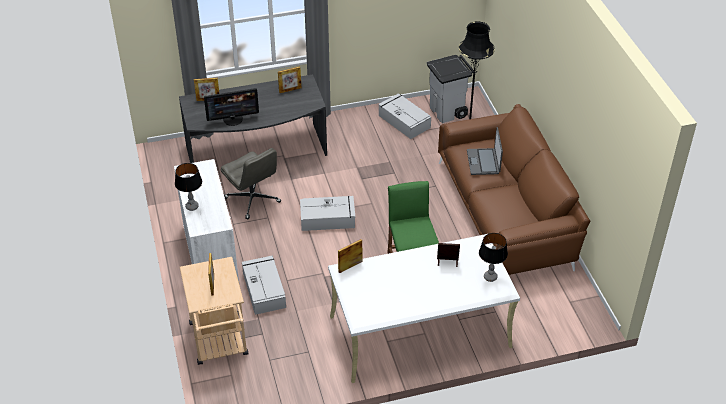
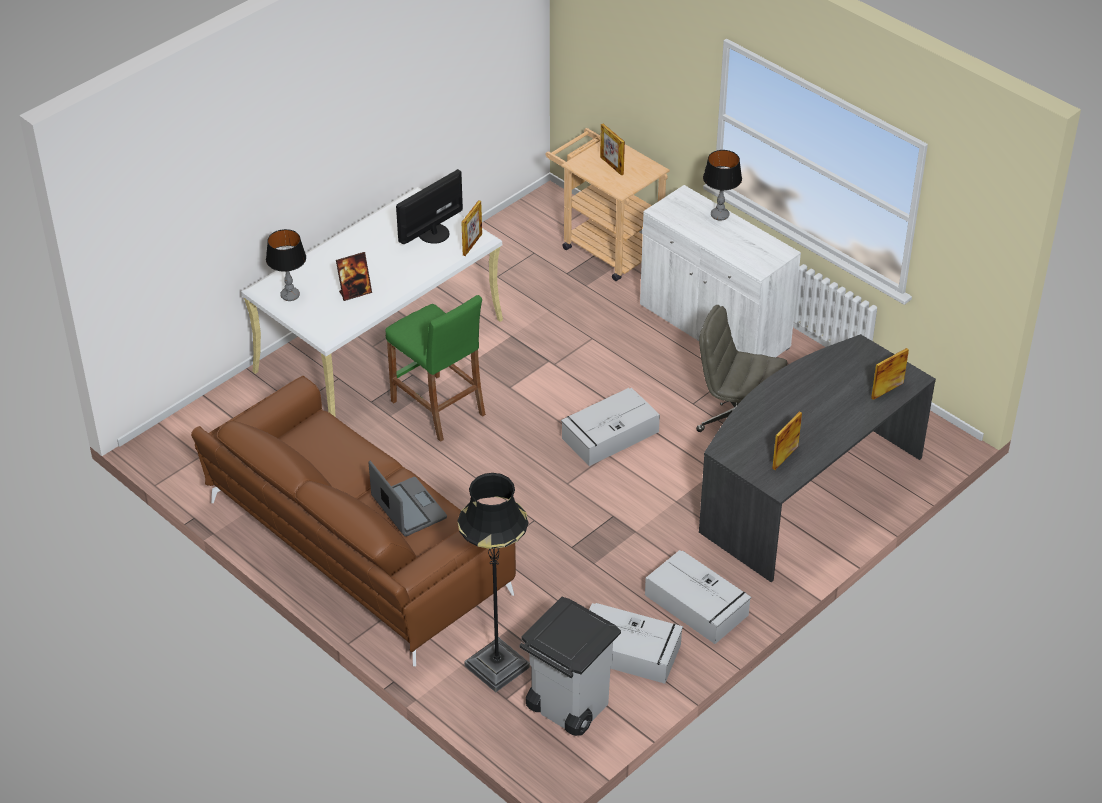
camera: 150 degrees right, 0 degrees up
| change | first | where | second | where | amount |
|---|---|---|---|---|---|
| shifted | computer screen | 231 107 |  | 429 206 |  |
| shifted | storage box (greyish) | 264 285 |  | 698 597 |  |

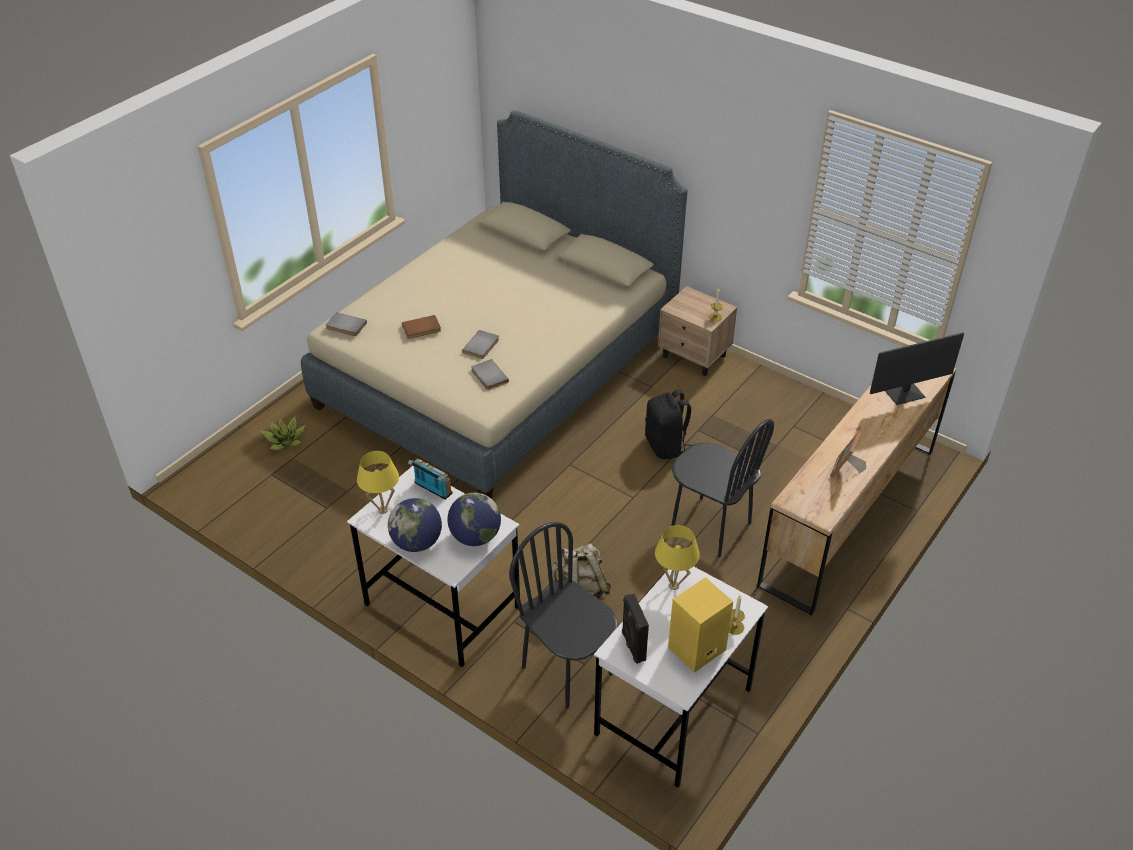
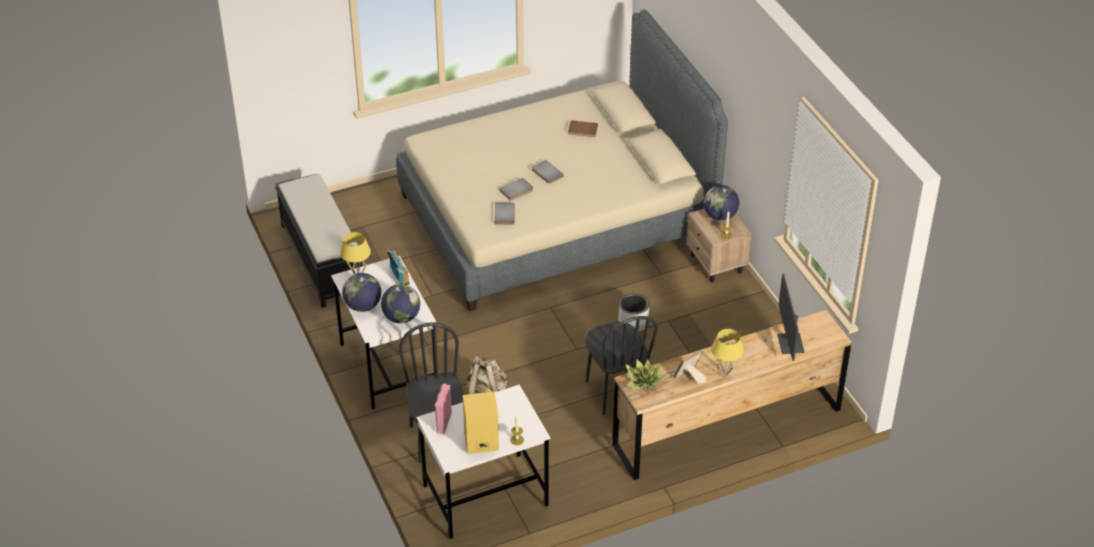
camera: 30 degrees right, 0 degrees up
| change | first | where | second | where | amount |
|---|---|---|---|---|---|
| shifted | book (greyish) | 346 324 |  | 548 172 |  |
| shifted | book (brown) | 421 327 |  | 583 129 |  |
| rotated | computer screen | 917 368 |  | 791 317 | 75 degrees clockwise |
| swapped | knapsack (black-coloured) | 668 424 | flower pot (greyish) | 633 312 |  |
| shifted | potted plant | 282 433 |  | 645 375 |  |
| shifted | lamp for a table (yellow-coloured) | 677 557 |  | 727 353 |  |
| repainted | loudspeaker (black-coloured) | 635 629 | loudspeaker (pinkish) | 443 408 |  |
| new |  |  | indoor bench (black-coloured) | 318 241 |  |
| new |  |  | globe | 721 203 |  |

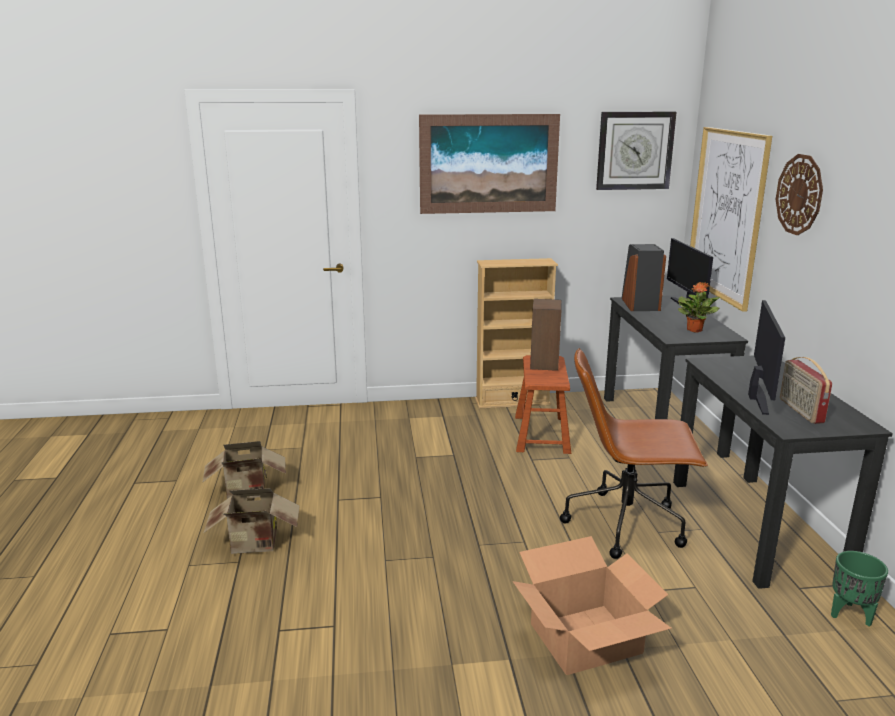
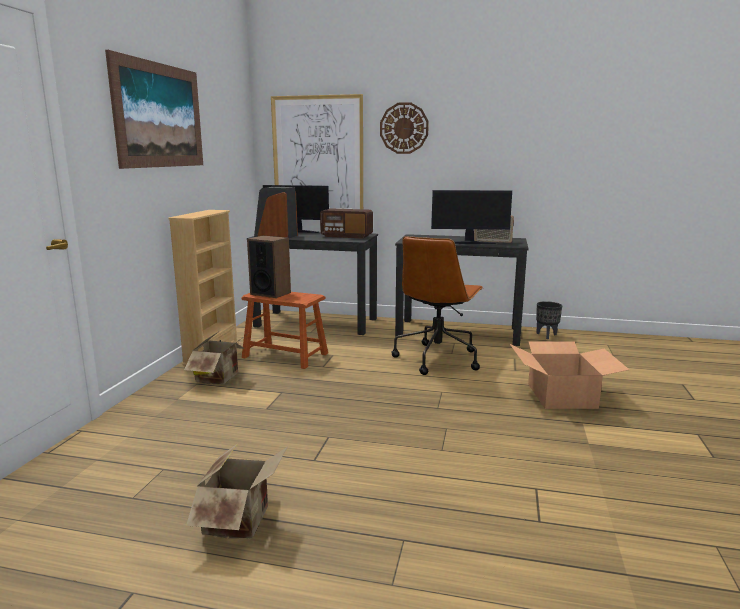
camera: 70 degrees left, 5 degrees down
| change | first | where | second | where | amount |
|---|---|---|---|---|---|
| gone | clock on the wall | 636 151 |  |  |  |
| swapped | potted plant | 699 307 | radio set | 346 223 |  |
| rotated | computer screen | 766 357 |  | 471 217 | 150 degrees clockwise |
| shifted | cardboard box | 252 521 |  | 216 358 |  |
| repainted | flower pot (green-coloured) | 859 589 | flower pot (black-coloured) | 549 320 |  |

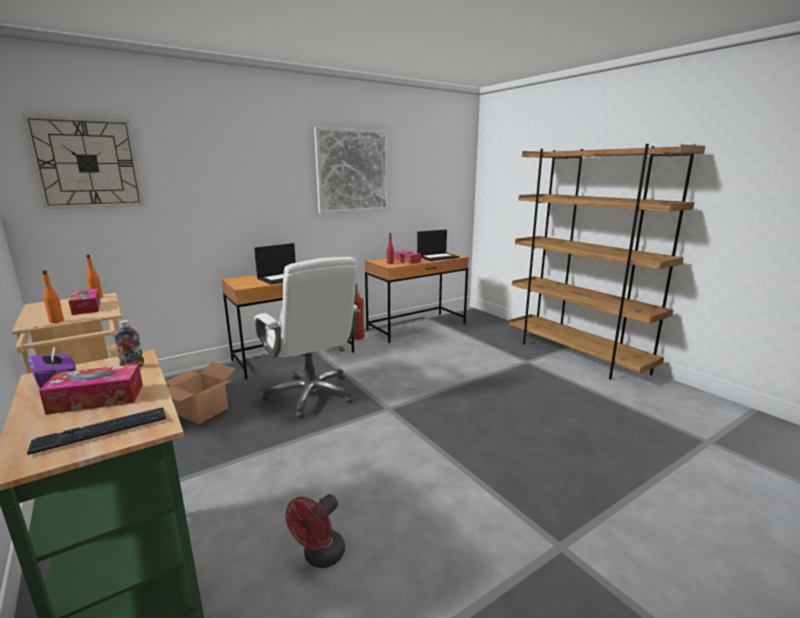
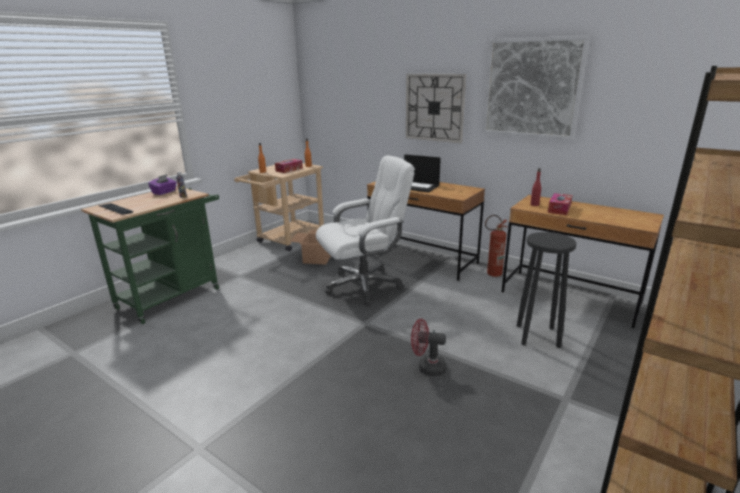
camera: 70 degrees right, 5 degrees up
| change | first | where | second | where | amount |
|---|---|---|---|---|---|
| shifted | clock on the wall | 83 161 |  | 436 108 |  |
| gone | laptop | 438 245 |  |  |  |
| rotated | office chair (white-coloured) | 307 337 |  | 365 230 | 150 degrees counterclockwise |
| gone | box of tissues | 91 389 |  |  |  |
| shifted | electric fan (red-coloured) | 315 531 |  | 428 347 |  |
| new |  |  | sitting stool (black-coloured) | 547 290 |  |

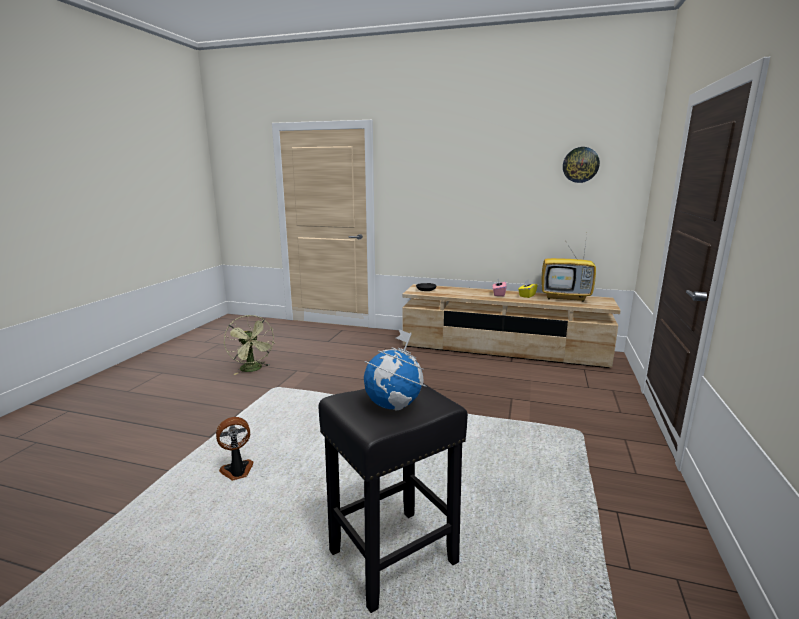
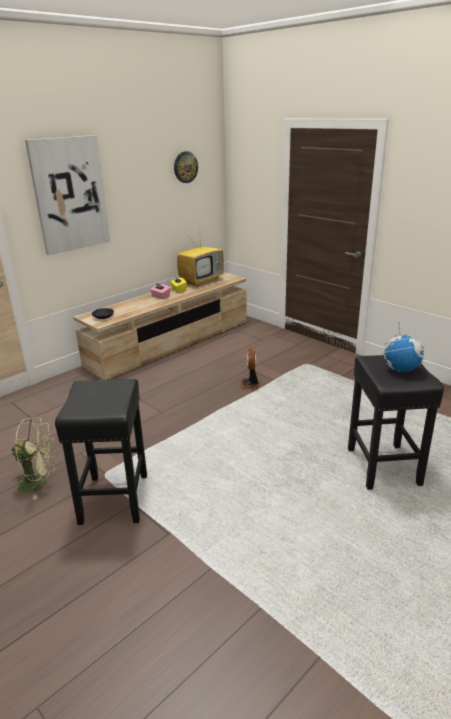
camera: 60 degrees left, 10 degrees up
| change | first | where | second | where | amount |
|---|---|---|---|---|---|
| shifted | electric fan | 234 449 |  | 250 368 |  |
| new |  |  | wall picture | 67 195 |  |
| new |  |  | sitting stool (black-coloured) | 101 452 |  |

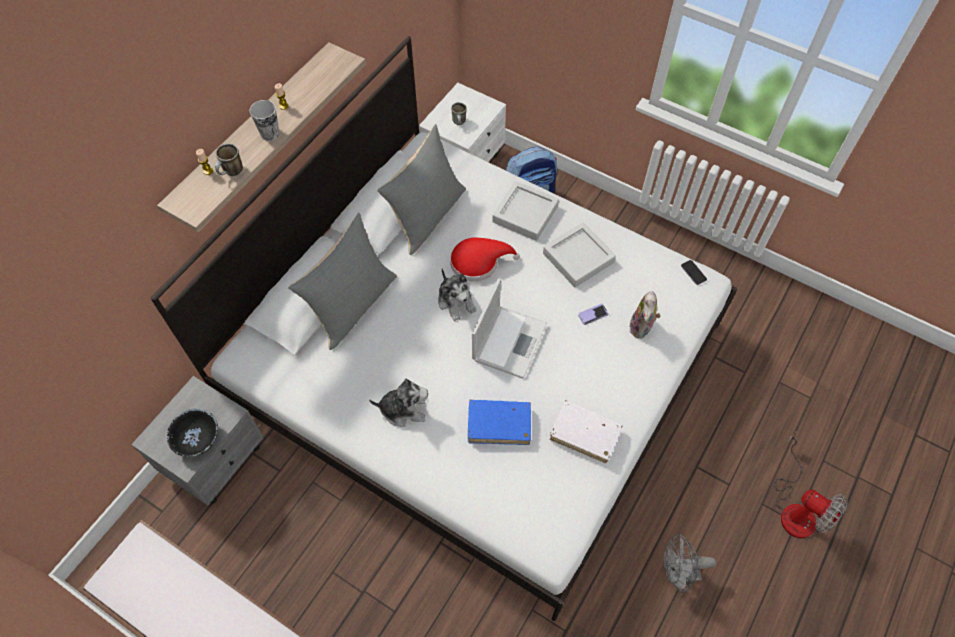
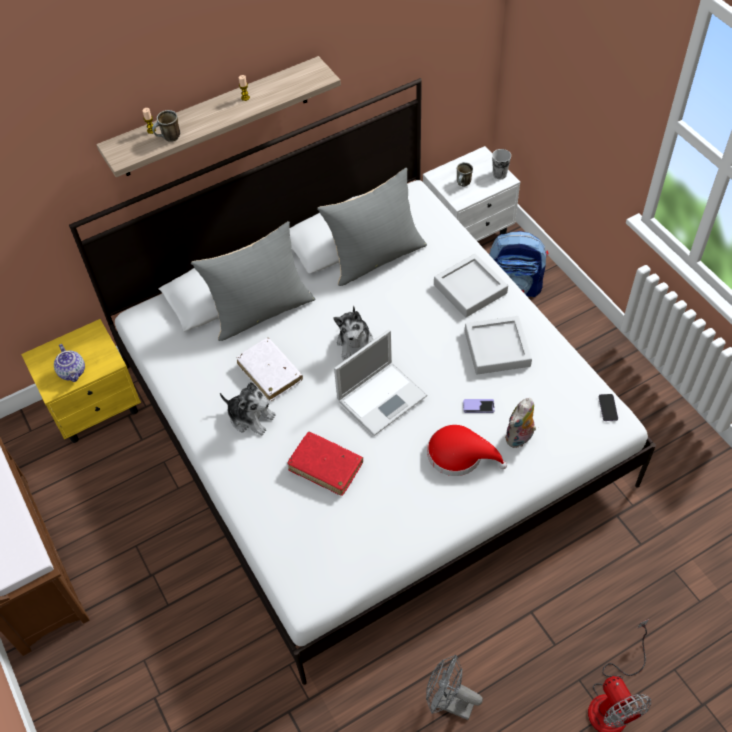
camera: 30 degrees right, 5 degrees down
| change | first | where | second | where | amount |
|---|---|---|---|---|---|
| shifted | cup | 264 120 |  | 501 164 |  |
| shifted | clothing hat (red-coloured) | 485 259 |  | 467 450 |  |
| repainted | bedside table (greyish) | 197 440 | bedside table (yellow-coloured) | 81 381 |  |
| repainted | book (bluish) | 499 422 | book (red-coloured) | 325 463 |  |
| shifted | book (white-coloured) | 586 432 |  | 270 369 |  |
| swapped | deep dish (black-coloured) | 192 433 | pot for tea | 69 363 |  |

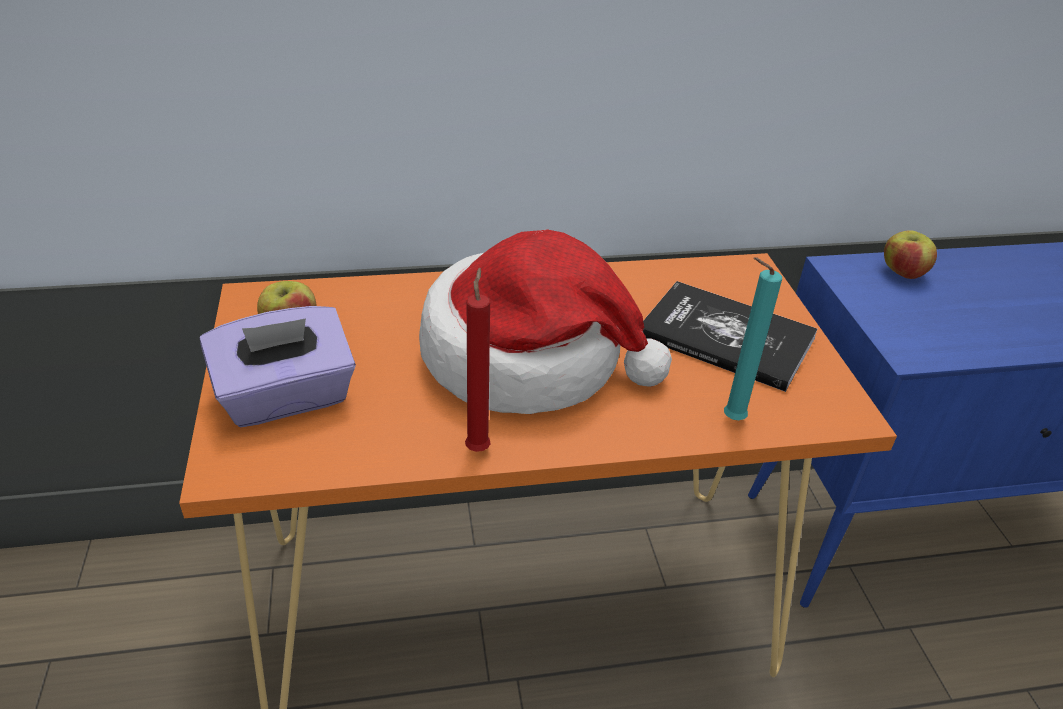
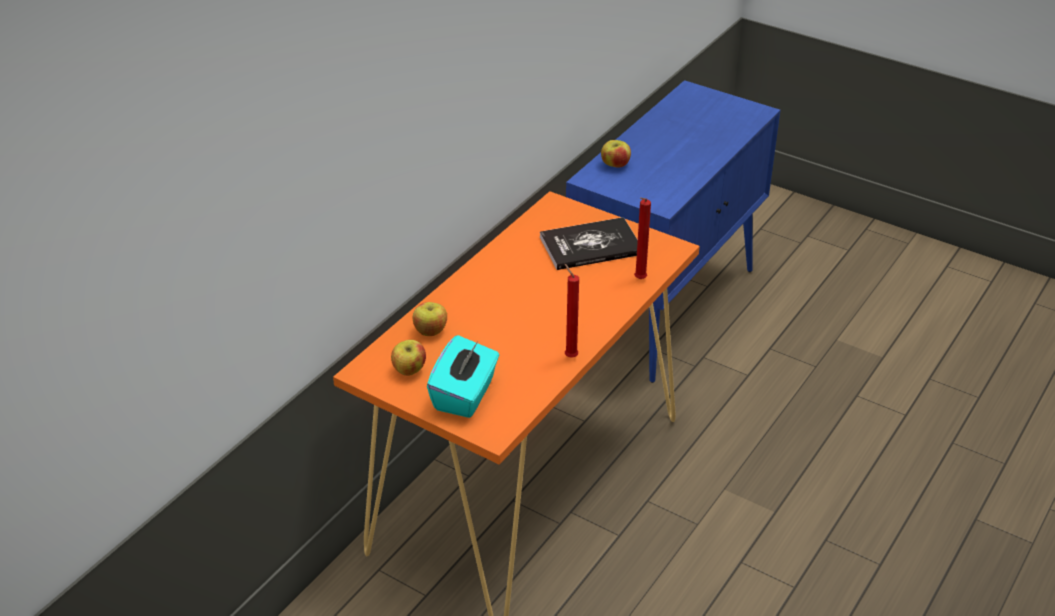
camera: 45 degrees left, 0 degrees up
| change | first | where | second | where | amount |
|---|---|---|---|---|---|
| gone | clothing hat | 545 321 |  |  |  |
| repainted | candle (blue-green) | 753 338 | candle (red-coloured) | 642 238 |  |
| repainted | box of tissues (purple) | 278 366 | box of tissues (blue-green) | 463 376 |  |
| new |  |  | apple | 429 319 |  |

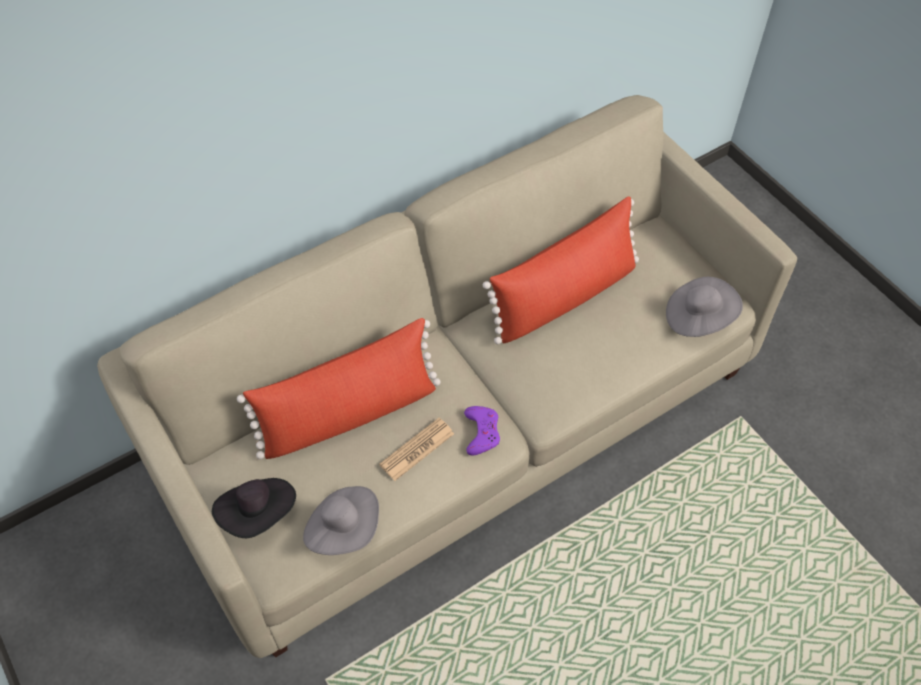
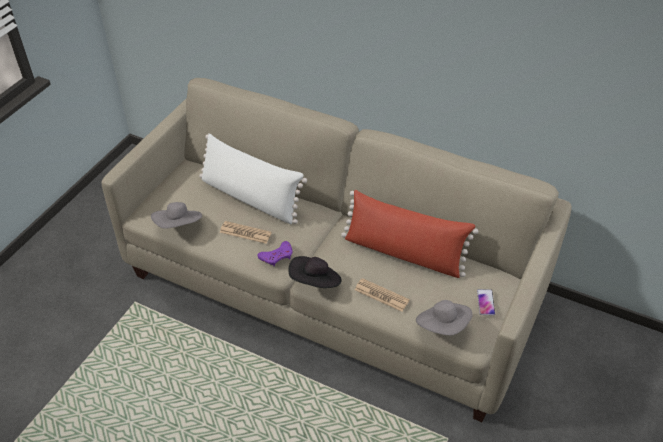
camera: 60 degrees right, 10 degrees down
| change | first | where | second | where | amount |
|---|---|---|---|---|---|
| repainted | pillow (red-coloured) | 339 388 | pillow (white-coloured) | 253 178 |  |
| shifted | clothing hat (black-coloured) | 254 508 |  | 315 272 |  |
| new |  |  | daily paper | 382 295 |  |
| new |  |  | phone | 486 302 |  |

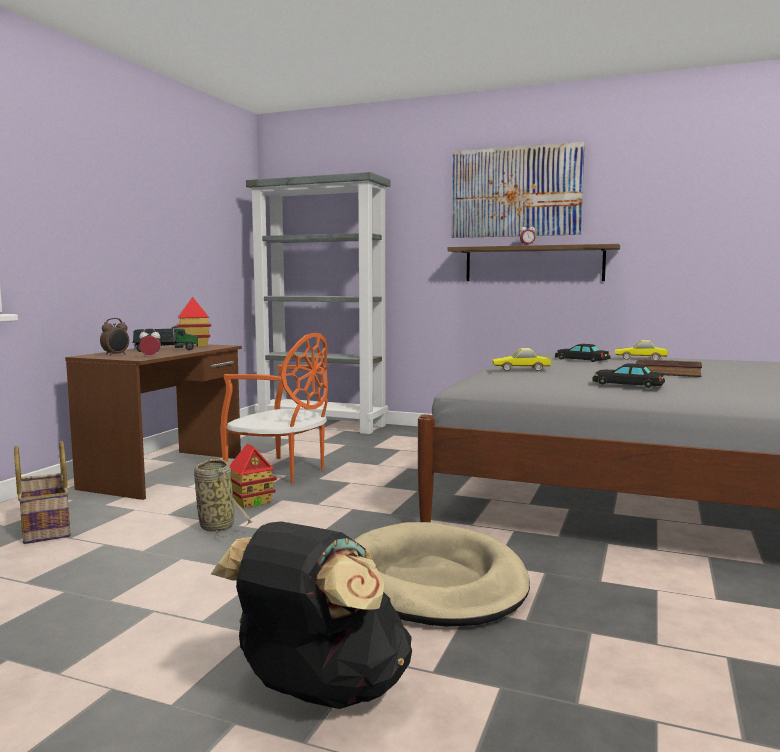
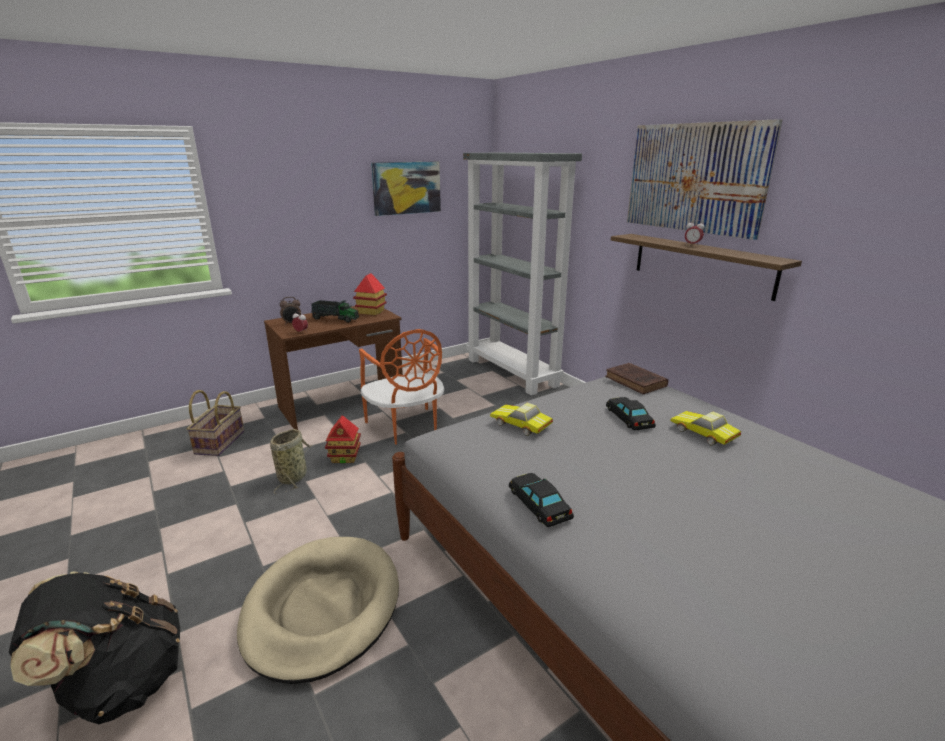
camera: 35 degrees right, 15 degrees up
| change | first | where | second | where | amount |
|---|---|---|---|---|---|
| shifted | book (brown) | 669 368 |  | 636 378 |  |
| new |  |  | wall picture | 406 189 |  |

